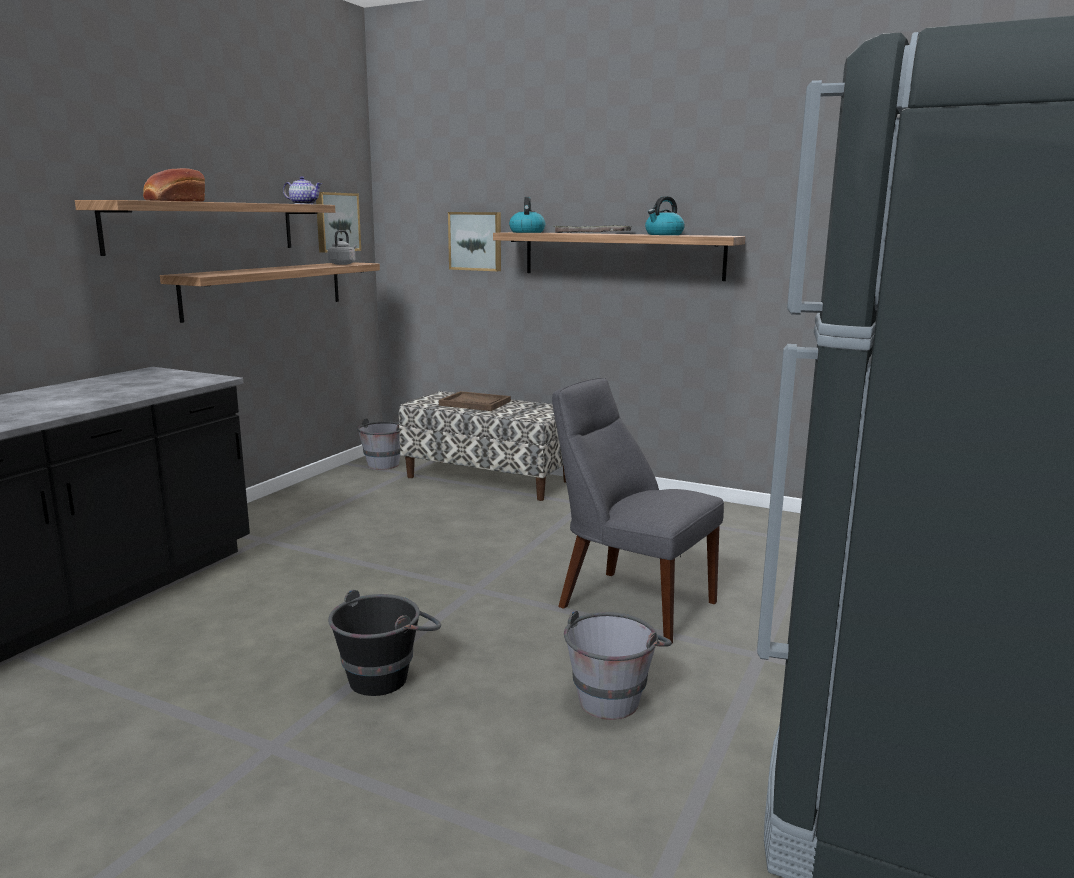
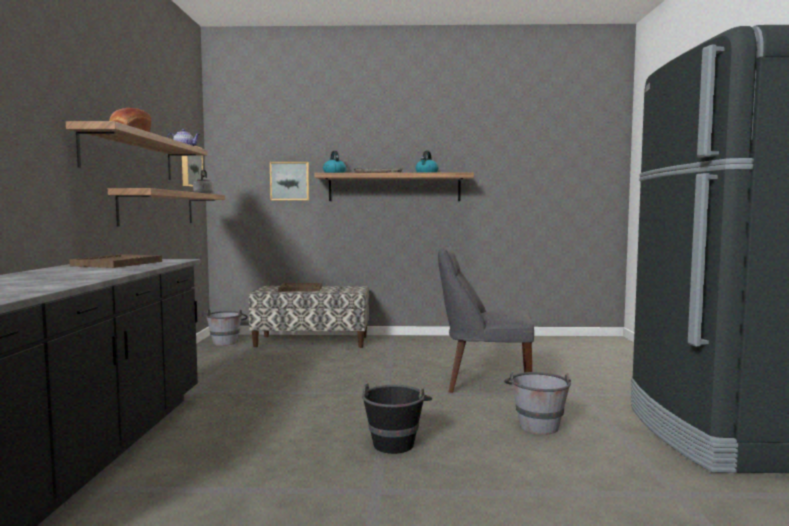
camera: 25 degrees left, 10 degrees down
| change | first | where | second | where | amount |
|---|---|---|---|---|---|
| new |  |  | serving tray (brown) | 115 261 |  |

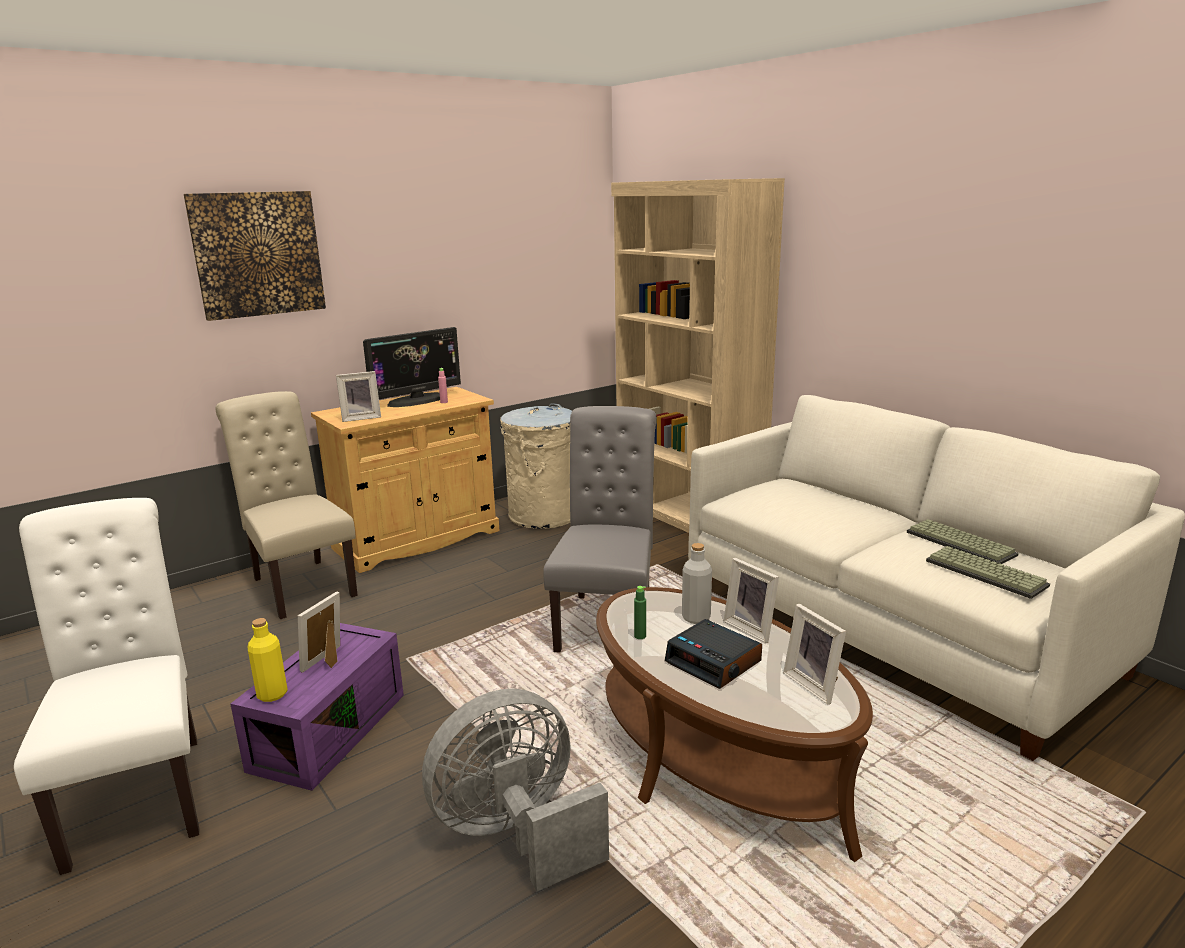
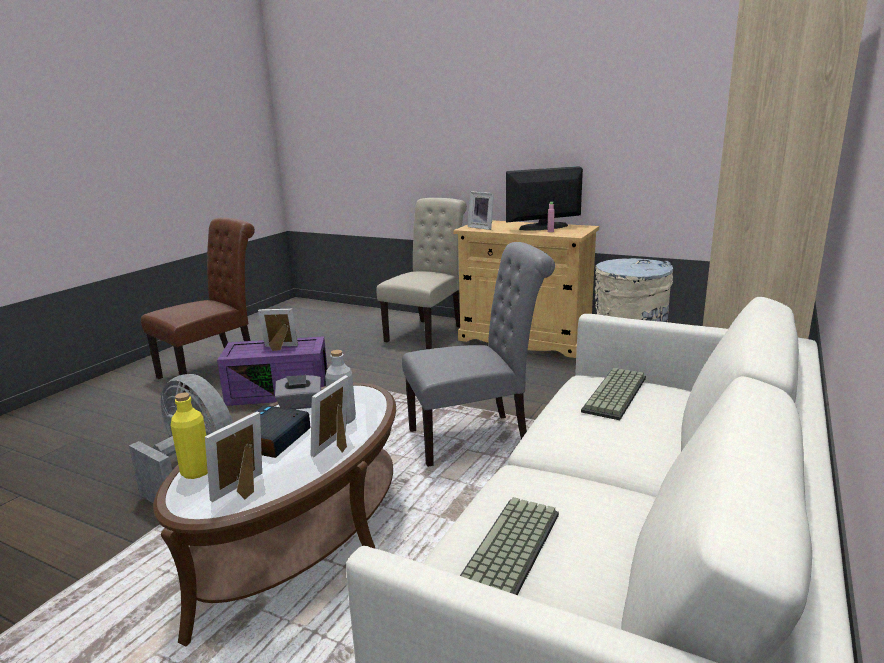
camera: 65 degrees right, 0 degrees up
| change | first | where | second | where | amount |
|---|---|---|---|---|---|
| gone | wall picture | 255 256 |  |  |  |
| rotated | computer screen | 412 367 |  | 544 198 | 135 degrees clockwise |
| repainted | upright chair (white-coloured) | 106 686 | upright chair (brown) | 198 305 |  |
| shifted | computer keyboard | 963 541 |  | 613 394 |  |
| swapped | bottle (green-coloured) | 640 612 | box of tissues (greyish) | 298 392 |  |
| shifted | bottle (yellow-coloured) | 267 660 |  | 189 436 |  |

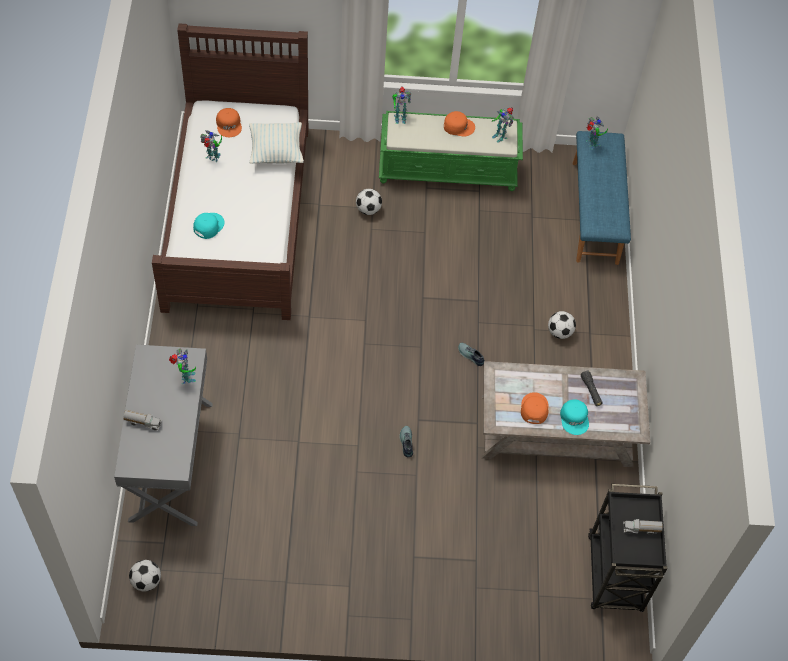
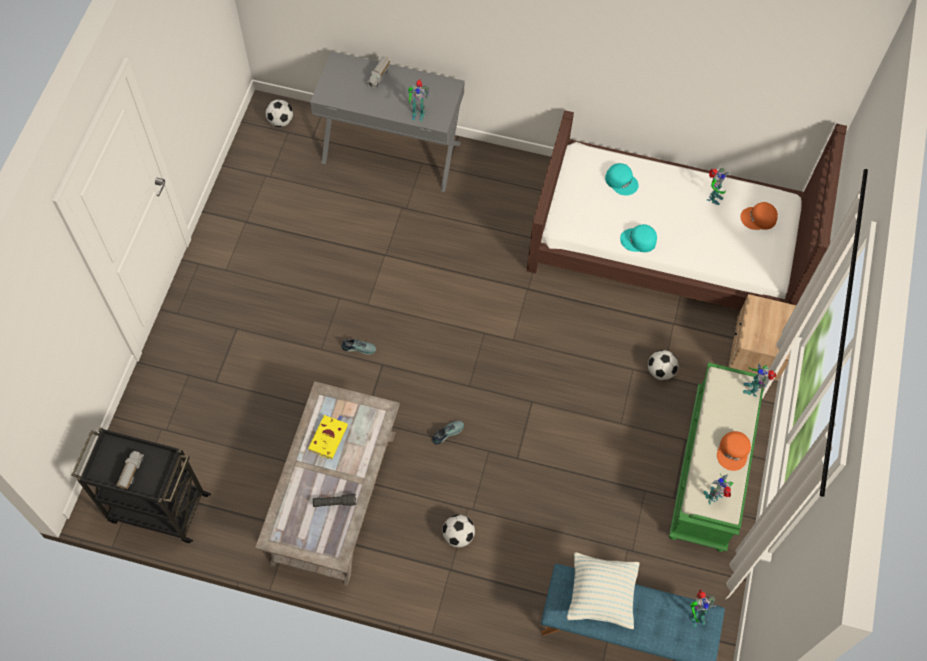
camera: 105 degrees right, 5 degrees up
| change | first | where | second | where | amount |
|---|---|---|---|---|---|
| shifted | pillow | 276 143 |  | 603 590 |  |
| swapped | baseball cap (orangey) | 535 408 | book (yellow-coloured) | 328 437 |  |
| shifted | baseball cap (blue-green) | 574 417 |  | 638 238 |  |
| new |  |  | bedside table (sand-coloured) | 762 337 |  |

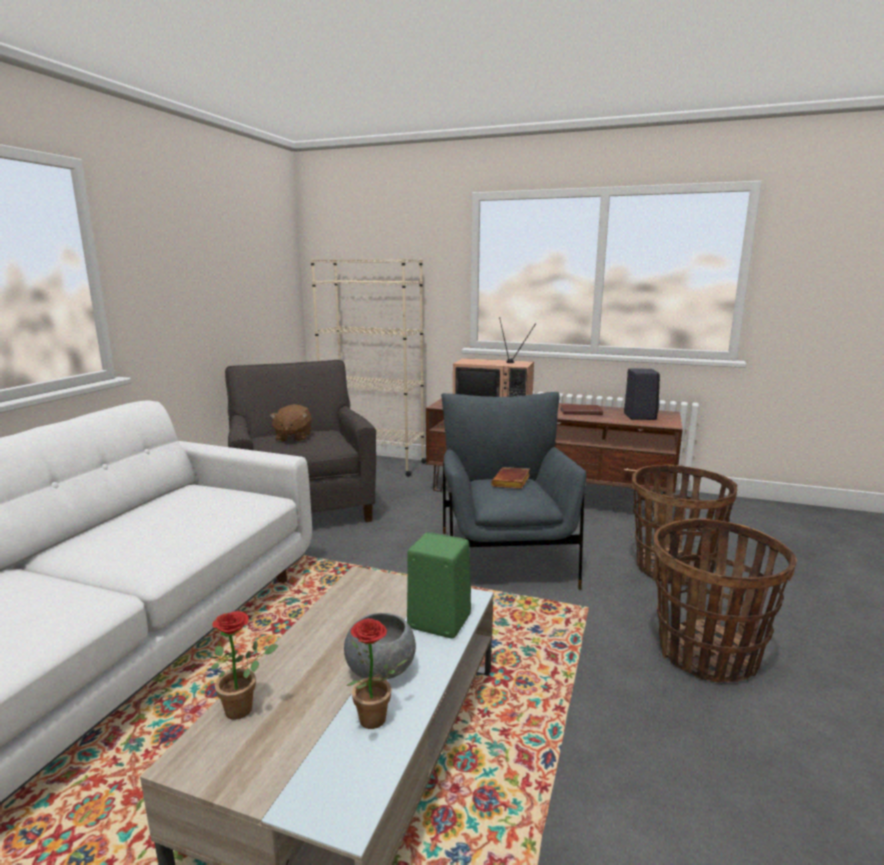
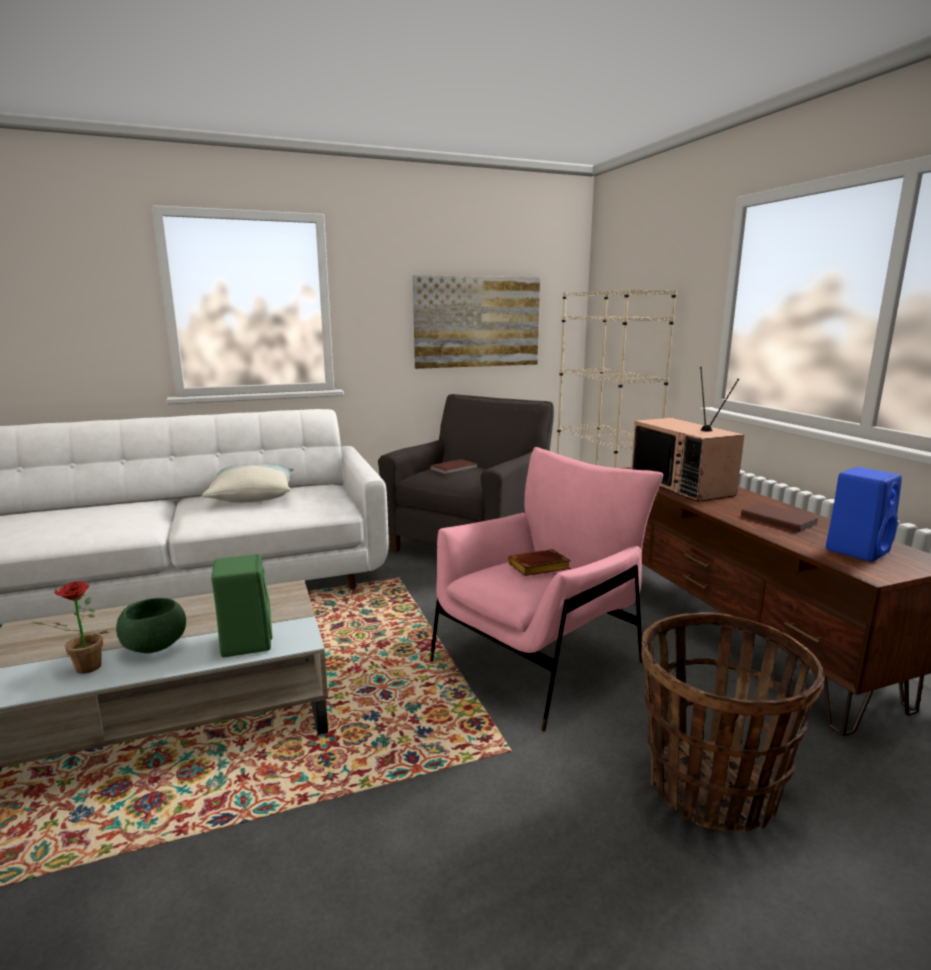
camera: 50 degrees right, 0 degrees up
| change | first | where | second | where | amount |
|---|---|---|---|---|---|
| repainted | loudspeaker (black-coloured) | 642 394 | loudspeaker (bluish) | 864 514 |  |
| repainted | armchair (greyish) | 513 491 | armchair (pinkish) | 546 589 |  |
| swapped | soft toy (brown) | 291 423 | book (brown) | 454 467 |  |
| gone | household basket | 725 600 |  |  |  |
| gone | potted plant | 244 665 |  |  |  |
| repainted | deep dish (greyish) | 380 646 | deep dish (green-coloured) | 151 625 |  |
| new |  |  | wall picture | 476 322 |  |
| new |  |  | pillow | 248 483 |  |

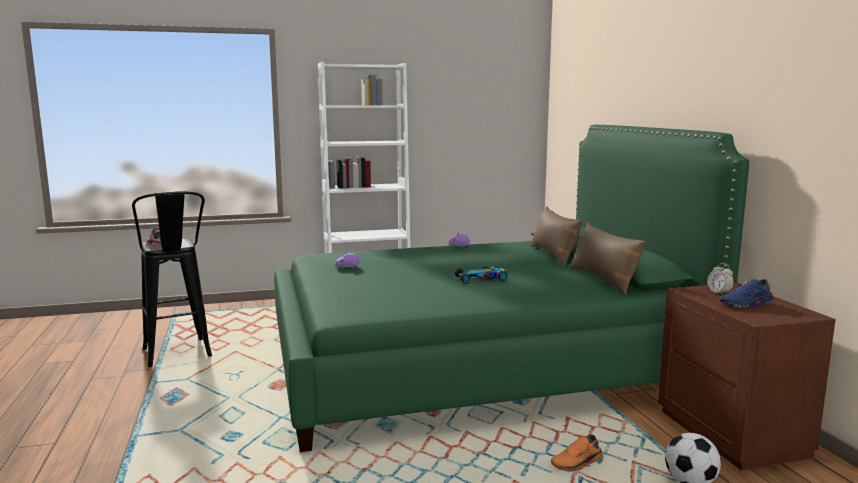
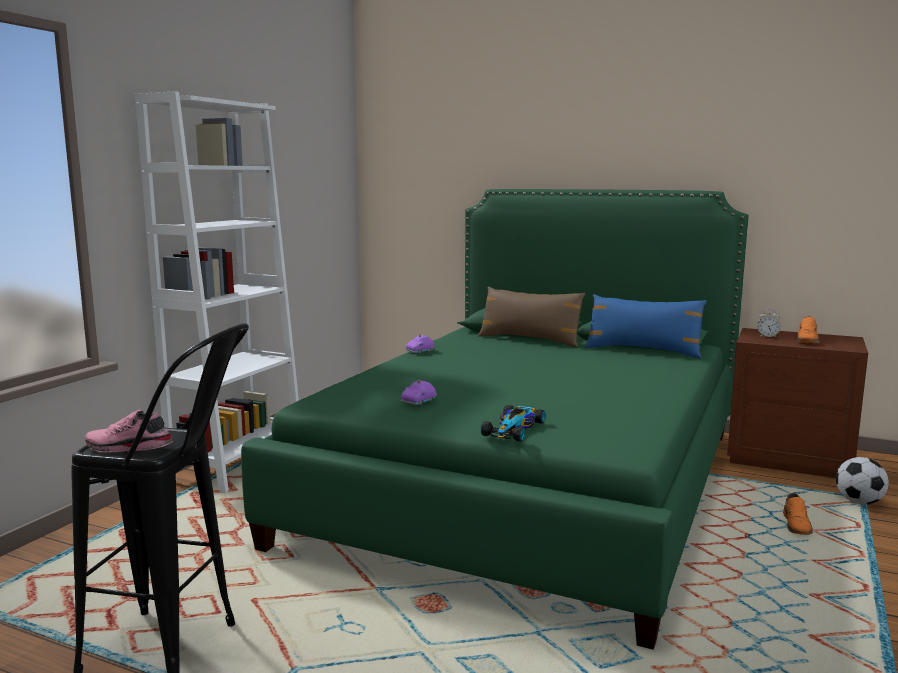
camera: 50 degrees left, 0 degrees up
| change | first | where | second | where | amount |
|---|---|---|---|---|---|
| repainted | pillow (brown) | 607 259 | pillow (bluish) | 646 326 |  |
| shifted | miniature car | 481 274 |  | 513 423 |  |
| repainted | low shoe (bluish) | 746 293 | low shoe (orangey) | 808 329 |  |

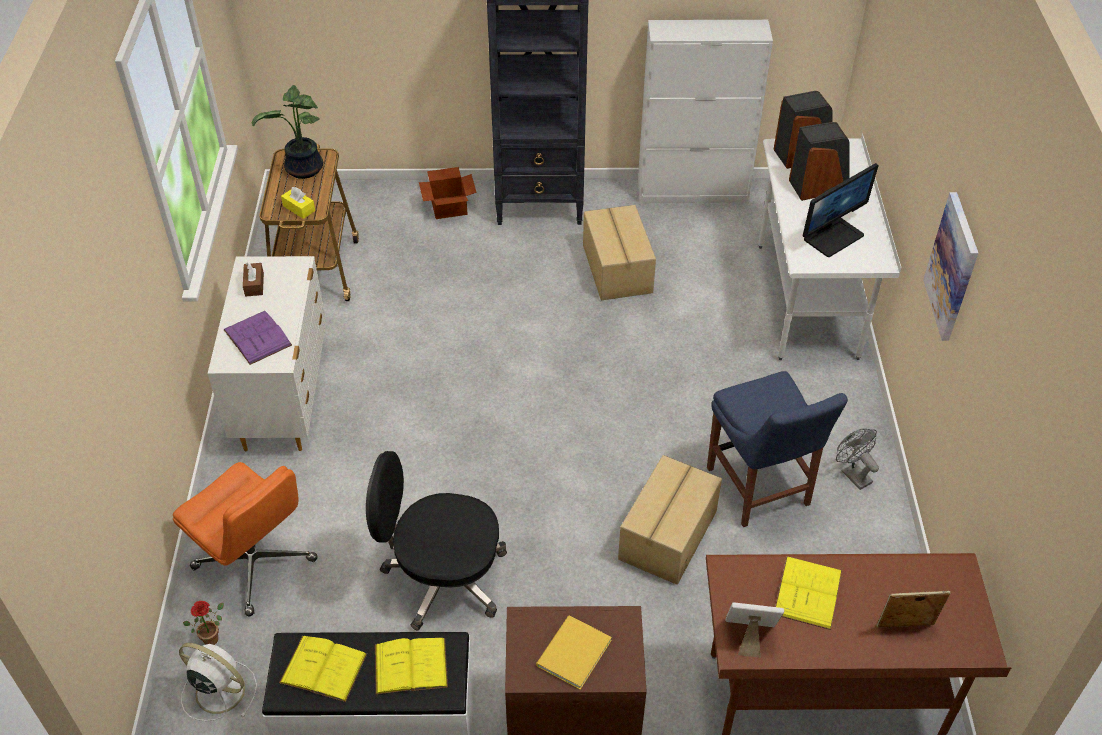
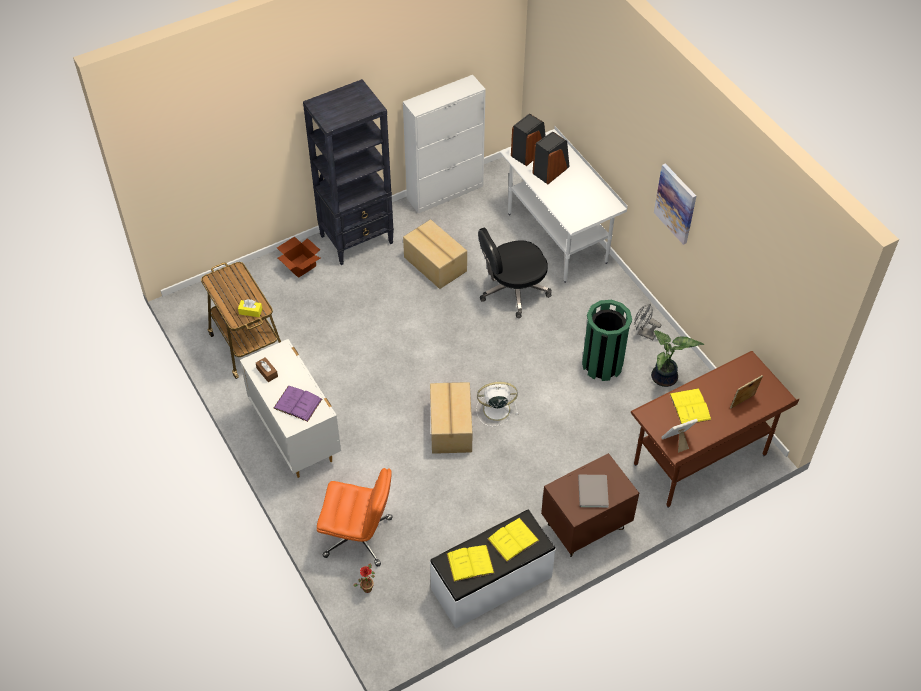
camera: 30 degrees left, 5 degrees up
| change | first | where | second | where | amount |
|---|---|---|---|---|---|
| shifted | potted plant | 287 132 |  | 677 358 |  |
| gone | computer screen | 841 210 |  |  |  |
| swapped | upright chair (bluish) | 777 449 | waste bin (green-coloured) | 607 340 |  |
| shifted | office chair (black-coloured) | 436 541 |  | 515 273 |  |
| shifted | cardboard box | 670 520 |  | 451 418 |  |
| repainted | book (yellow-coloured) | 574 652 | book (greyish) | 593 491 |  |
| shifted | electric fan (white-coloured) | 218 682 |  | 497 404 |  |

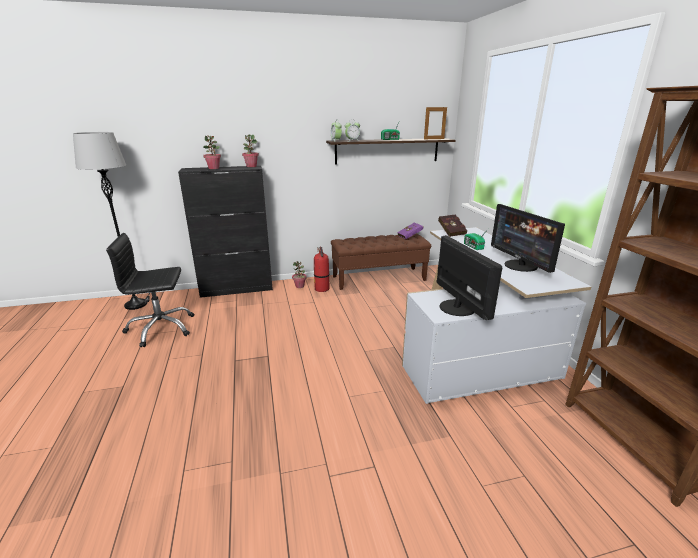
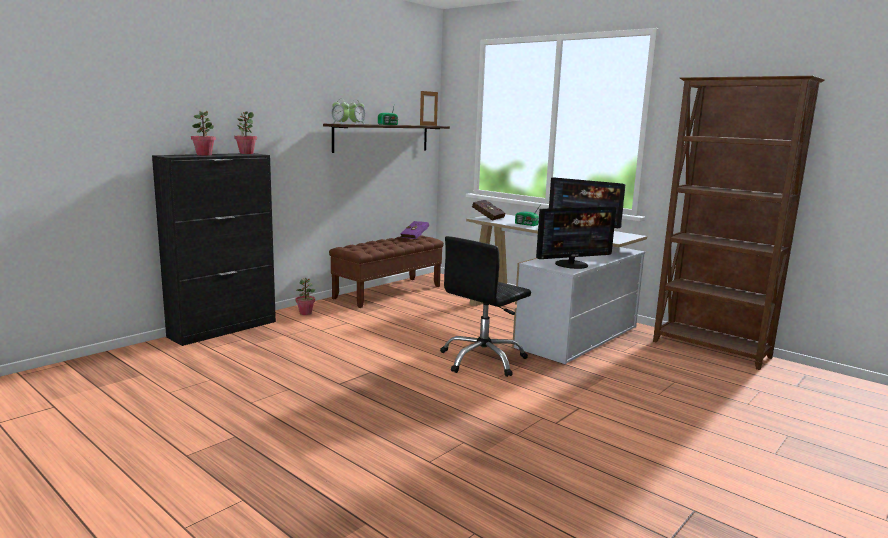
camera: 35 degrees left, 10 degrees down
| change | first | where | second | where | amount |
|---|---|---|---|---|---|
| gone | floor lamp (greyish) | 110 221 |  |  |  |
| shifted | office chair (black-coloured) | 150 290 |  | 485 306 |  |
| rotated | computer screen | 469 277 |  | 576 238 | 120 degrees clockwise |
| gone | fire extinguisher | 321 269 |  |  |  |

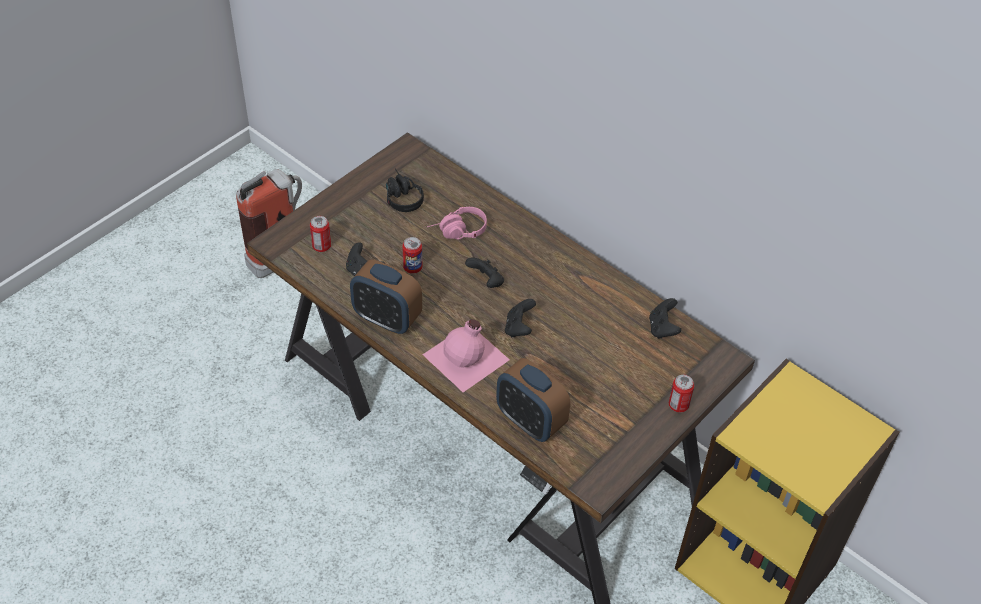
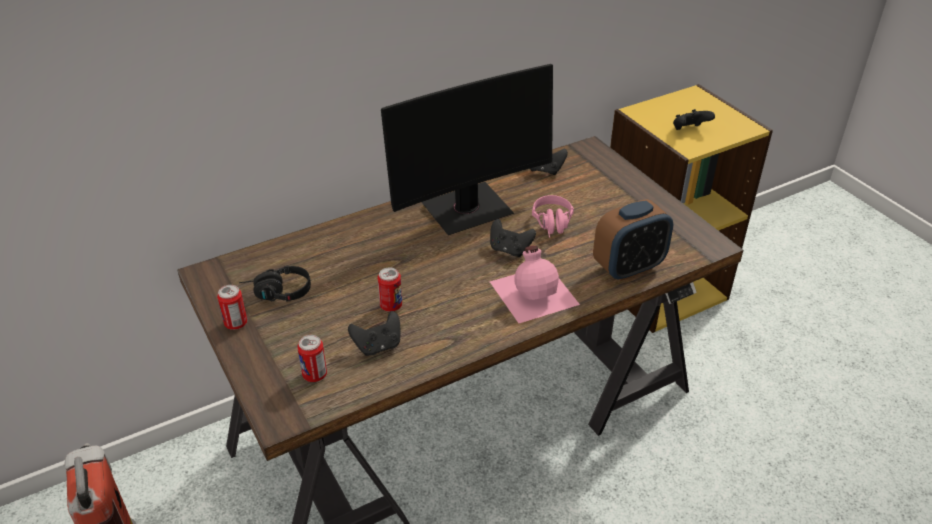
camera: 70 degrees left, 10 degrees down
| change | first | where | second | where | amount |
|---|---|---|---|---|---|
| shifted | headphones (pinkish) | 457 223 |  | 553 216 |  |
| shifted | gamepad (black-coloured) | 484 272 |  | 694 119 |  |
| gone | alarm clock | 386 296 |  |  |  |
| shifted | sealed can | 681 394 |  | 232 307 |  |
| new |  |  | computer screen | 467 149 |  |

